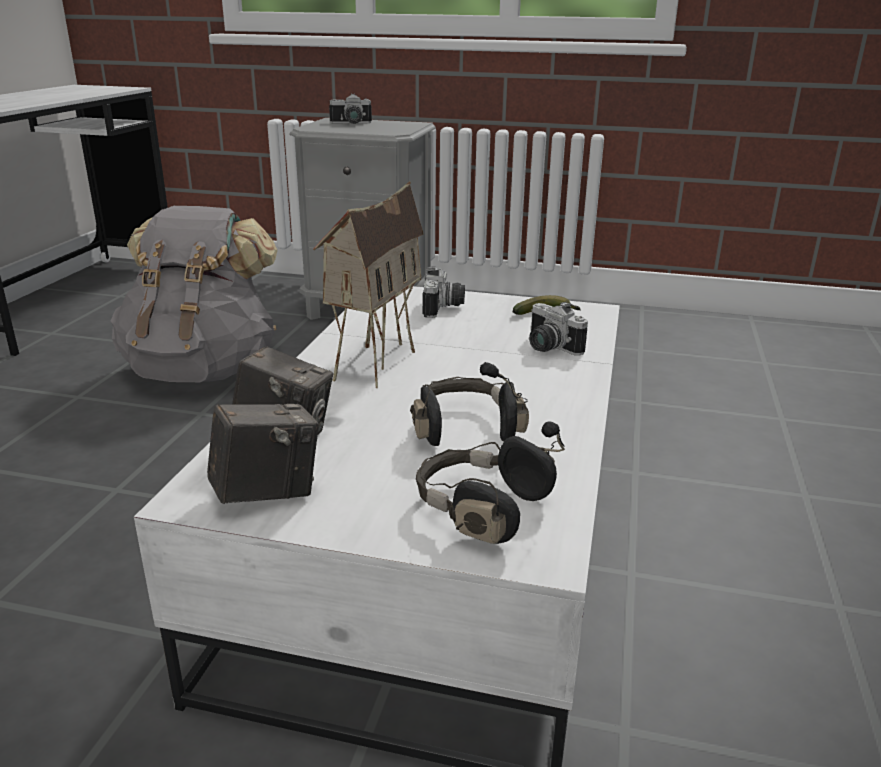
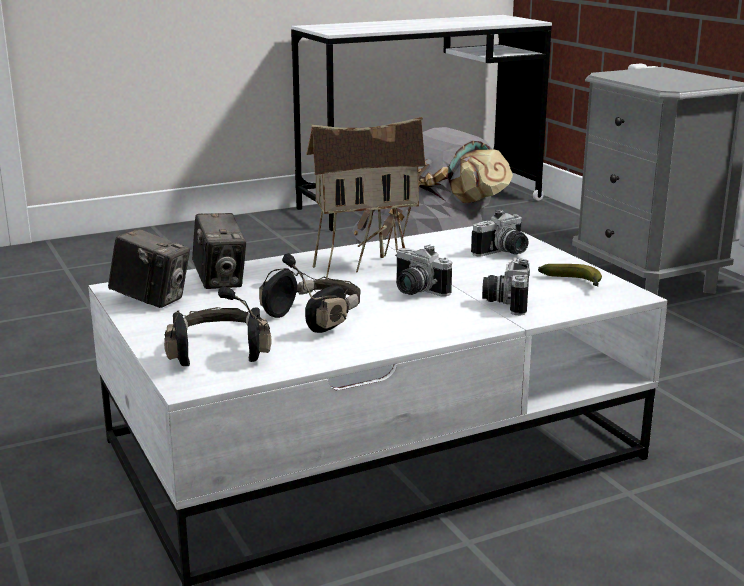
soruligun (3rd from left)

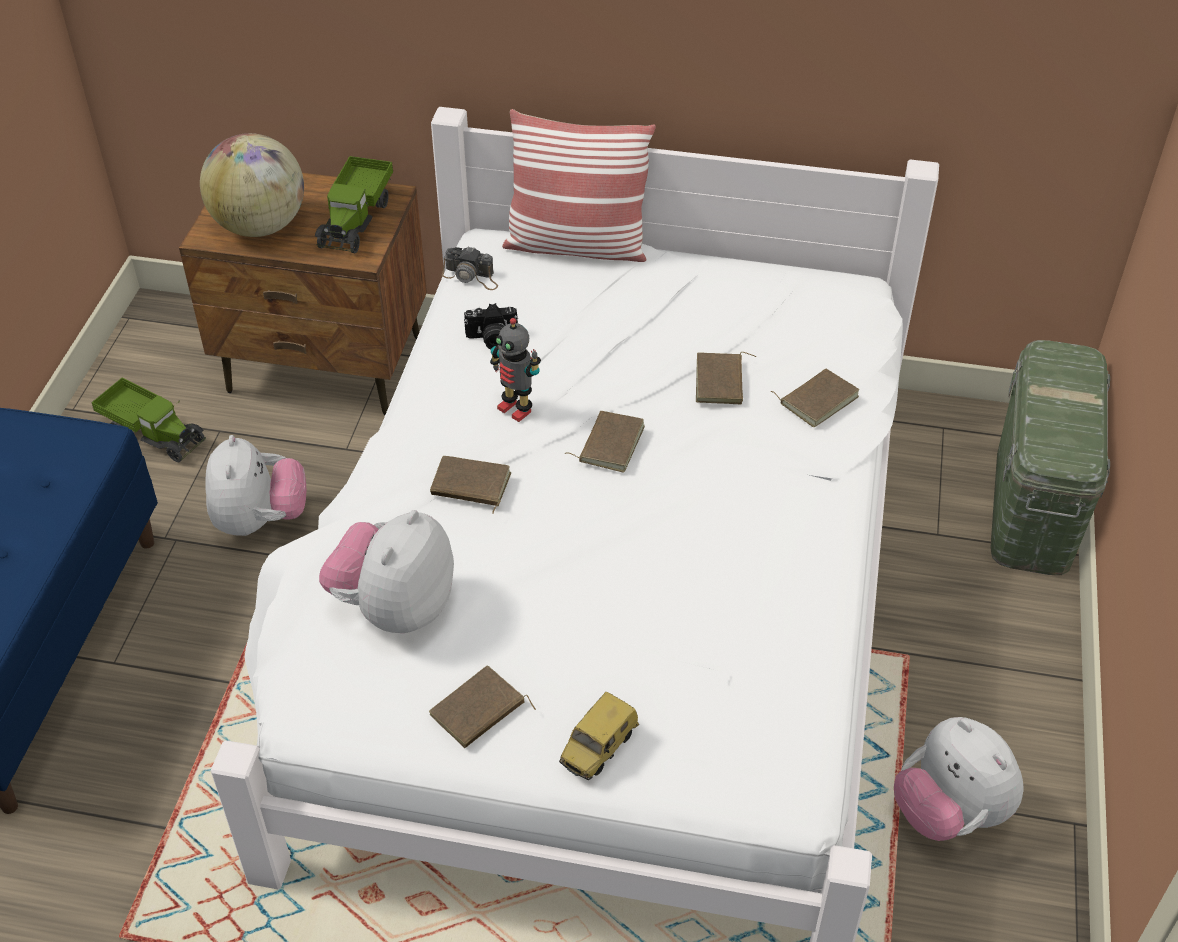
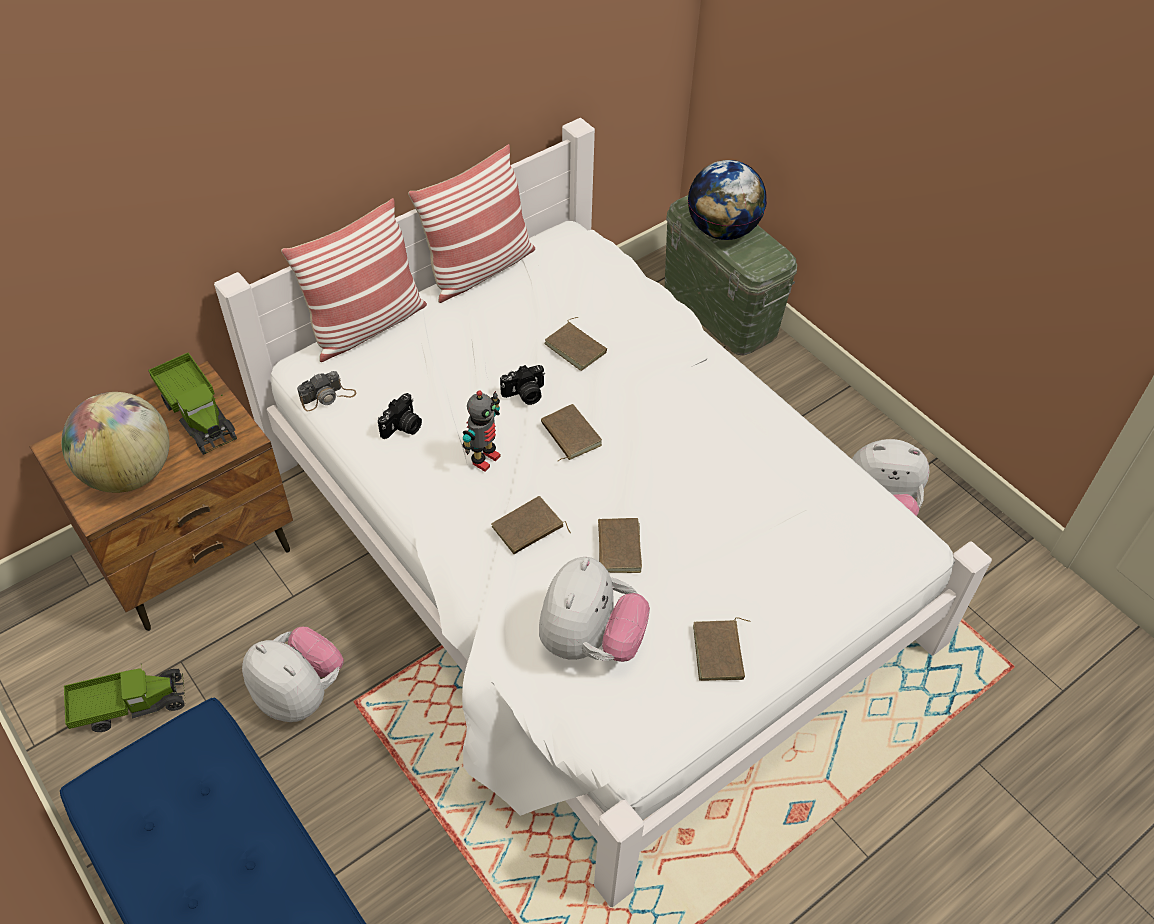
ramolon (2nd from left); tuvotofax; soruligun (3rd from left); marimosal (2nd from left); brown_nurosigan (4th from left); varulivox (2nd from left); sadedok

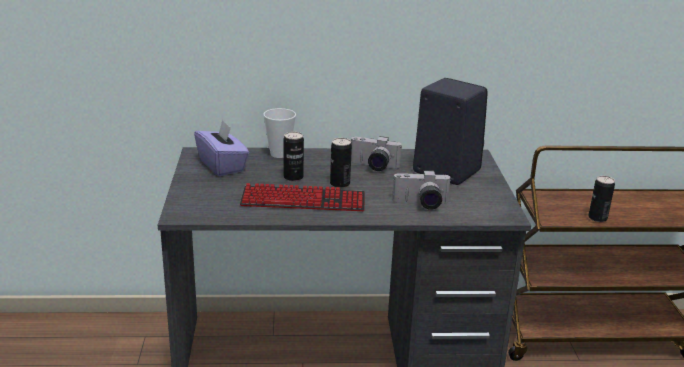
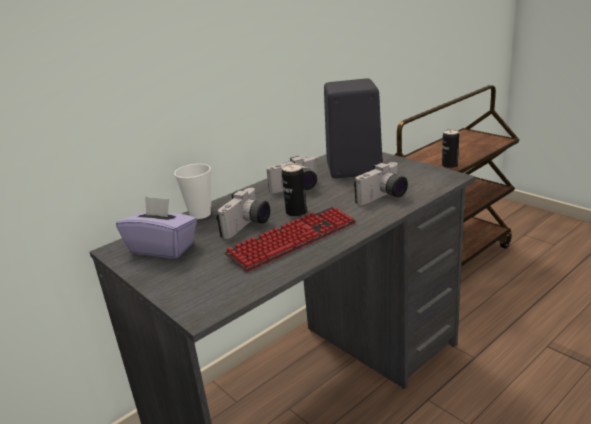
soruligun (1st from left)

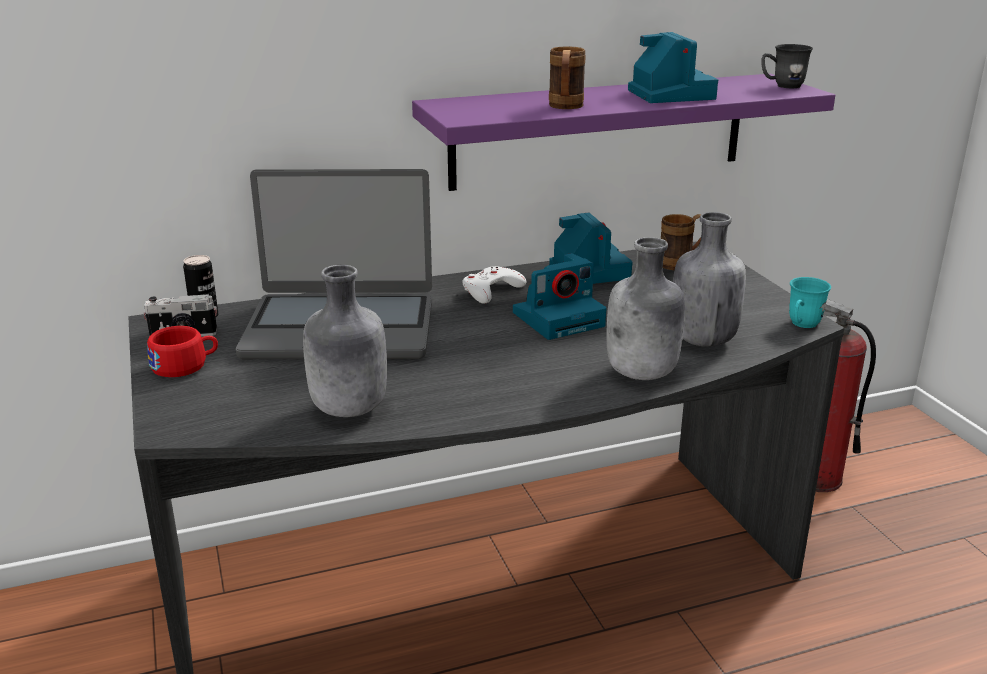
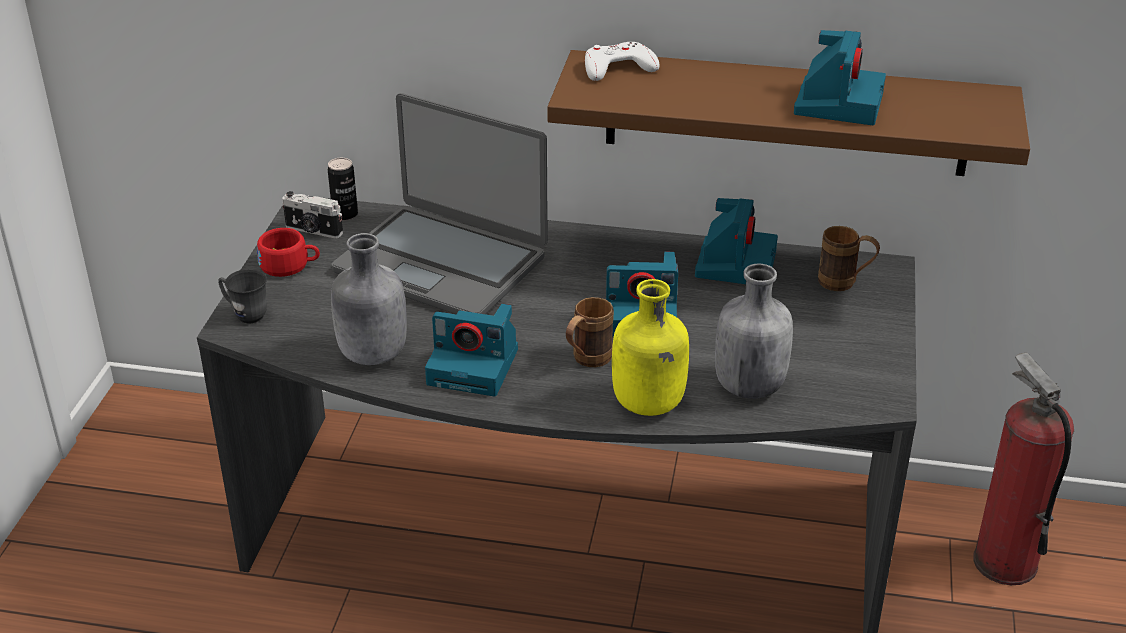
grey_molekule; soruligun (2nd from left); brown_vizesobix; brown_molekule (1st from left); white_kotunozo; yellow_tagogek; turquoise_molekule

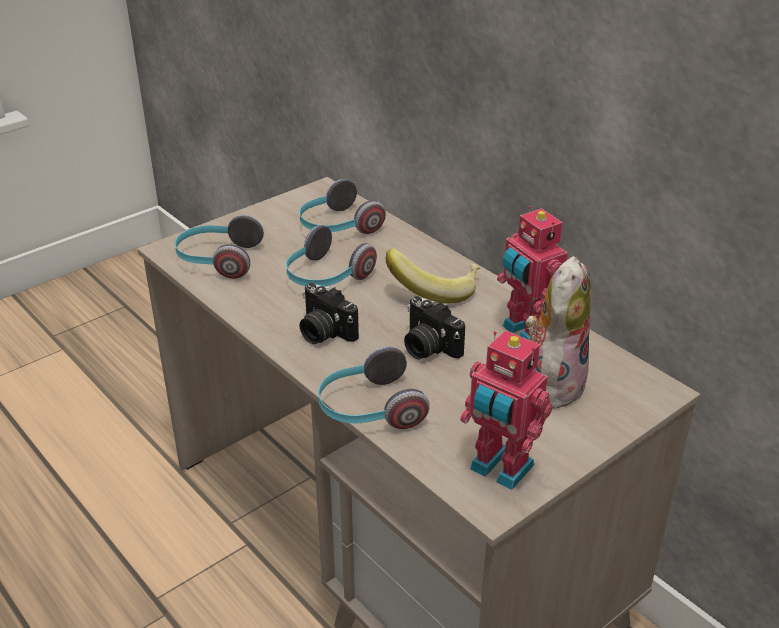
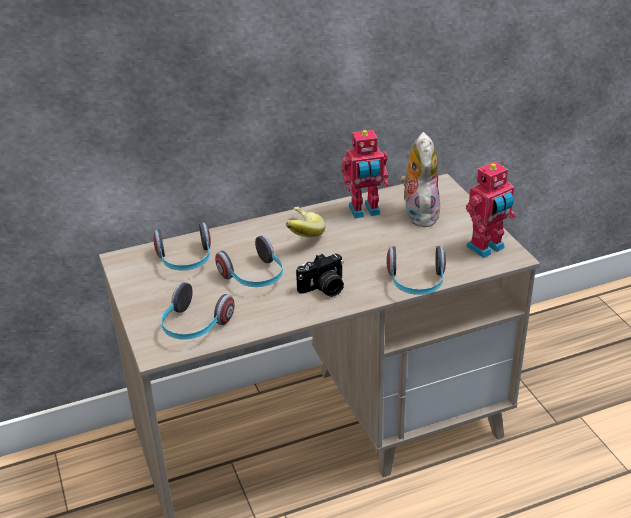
marimosal; soruligun (2nd from left in the first image)

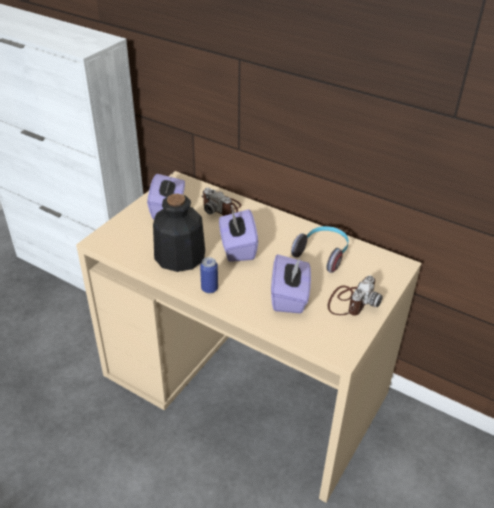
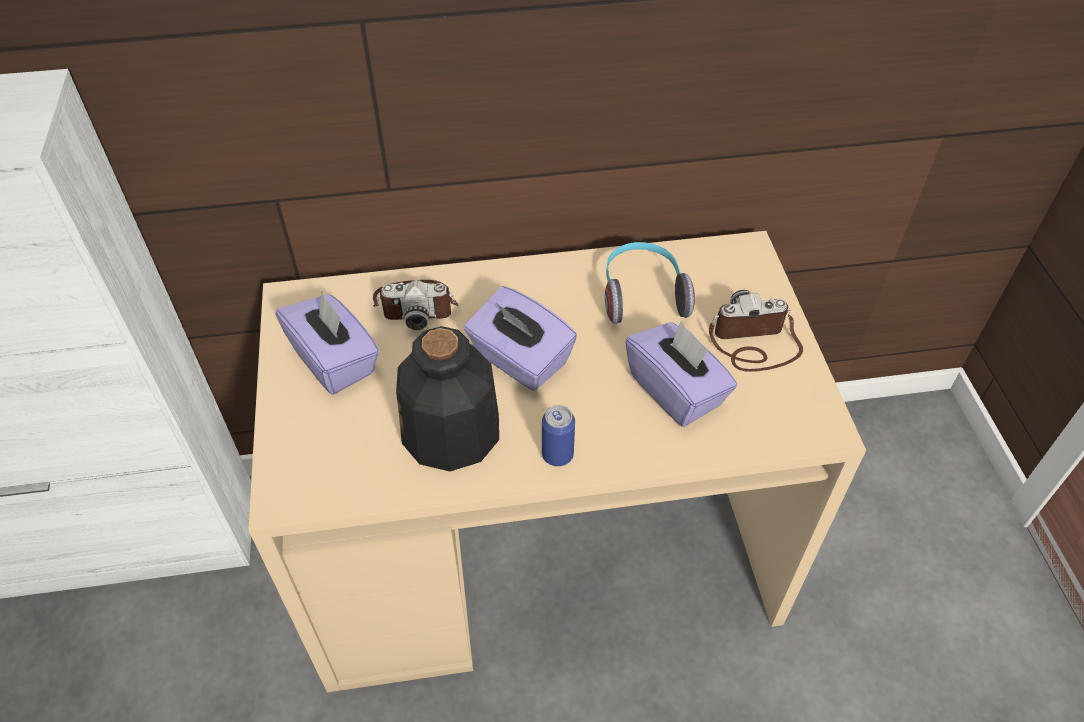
soruligun (2nd from left)

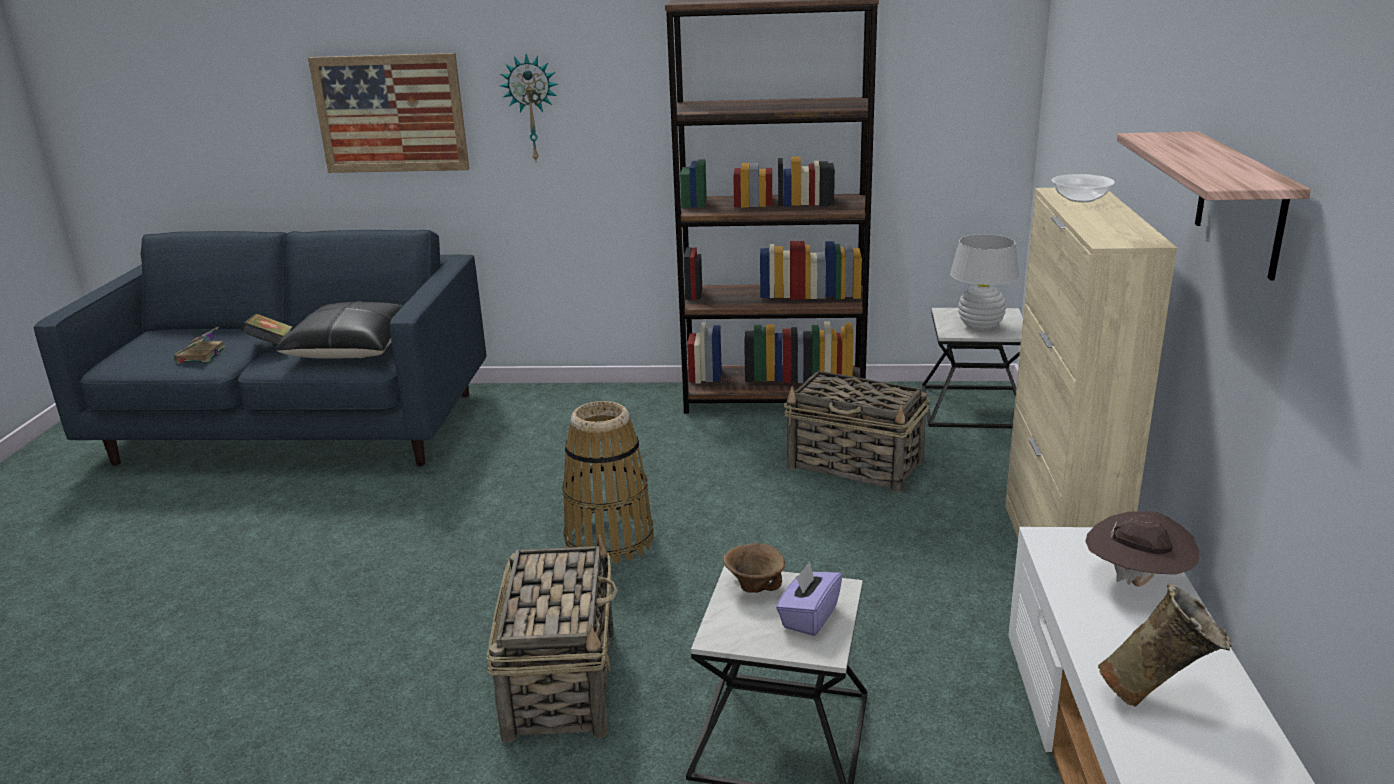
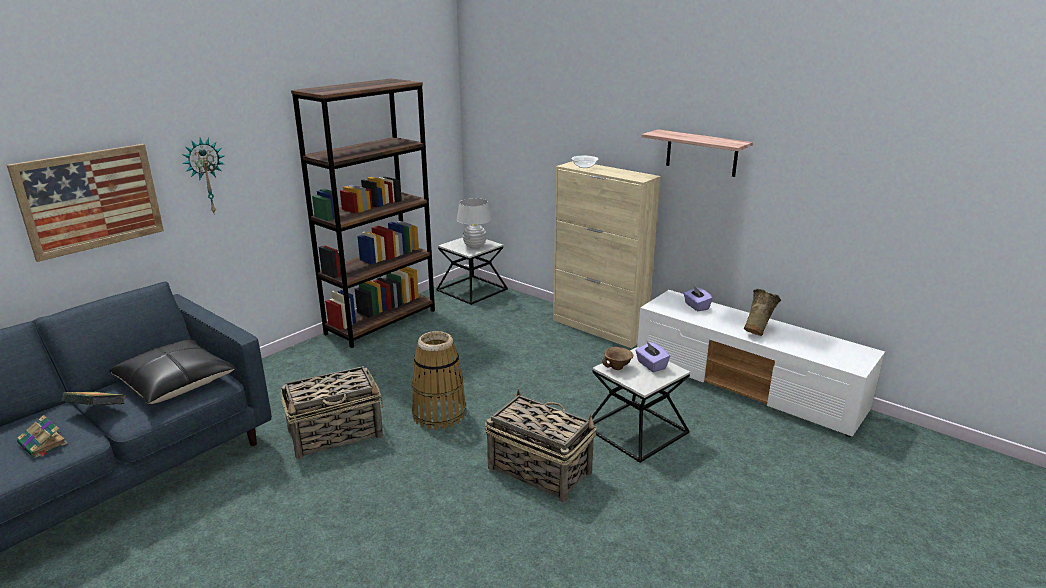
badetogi (1st from left); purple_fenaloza (2nd from left)

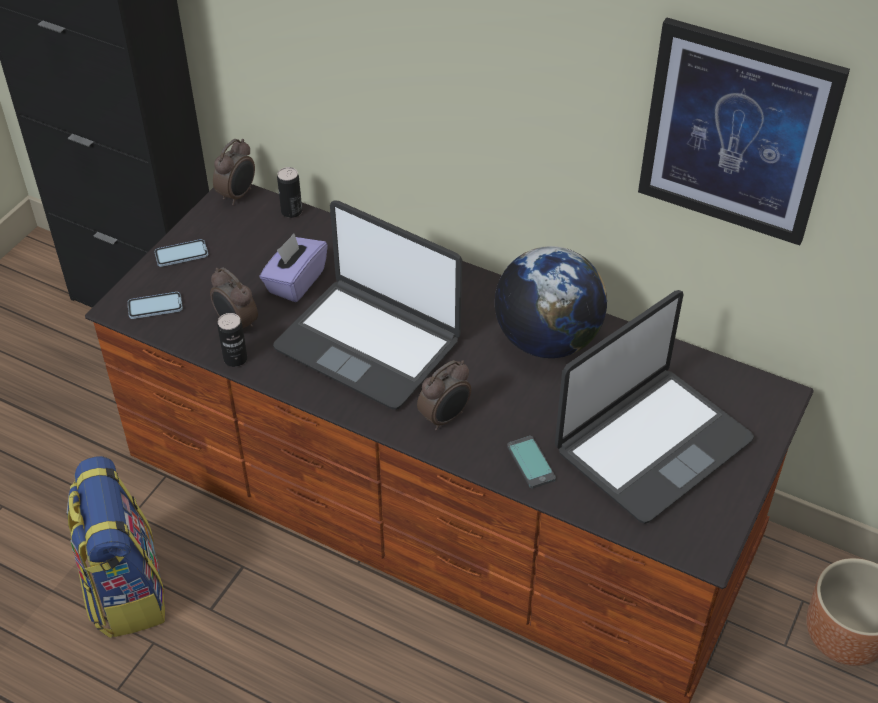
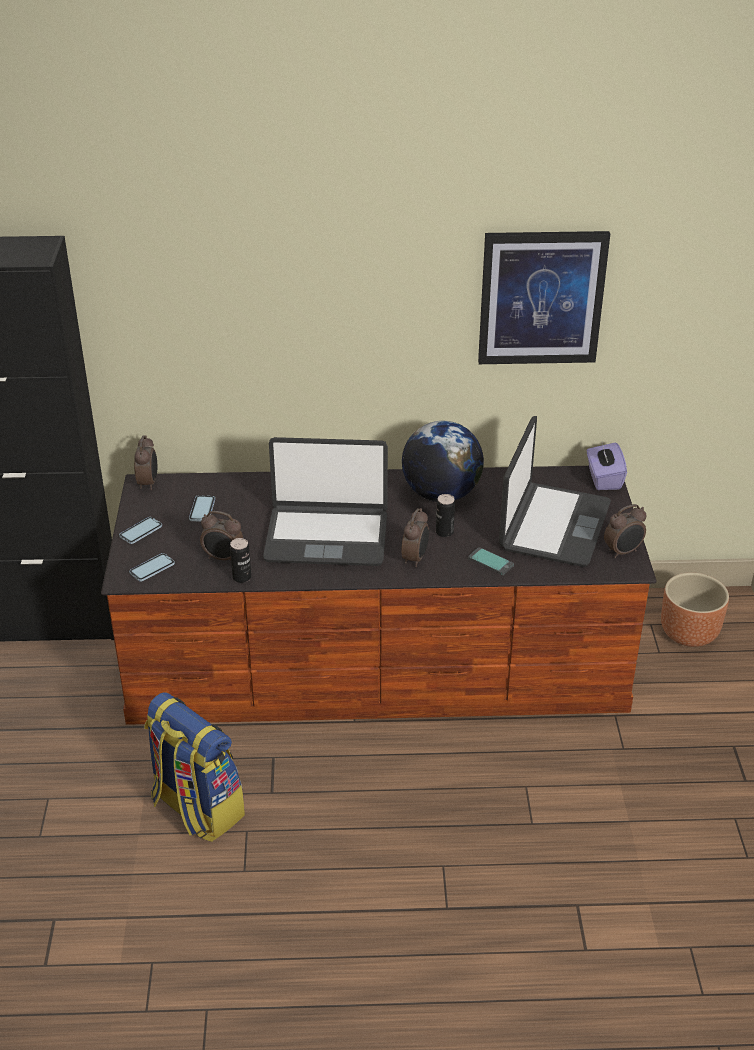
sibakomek (3rd from left); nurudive (2nd from left); purple_fenaloza; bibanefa (4th from left)

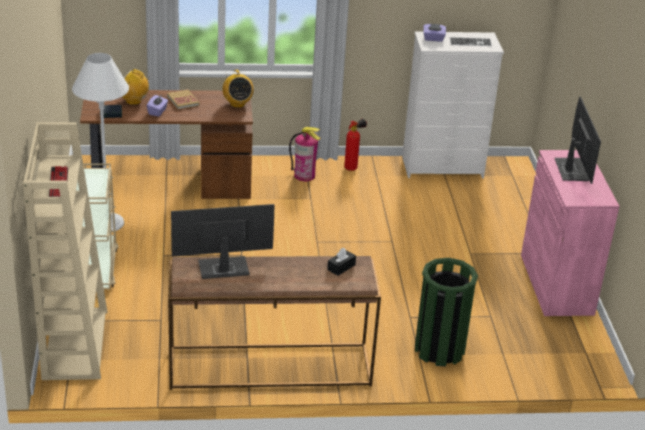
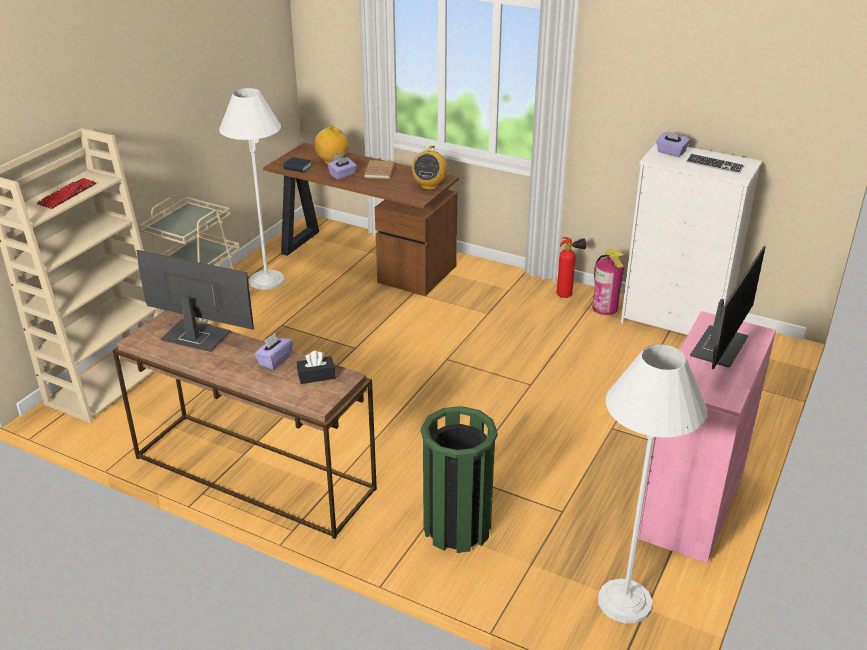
purple_fenaloza (1st from left); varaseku (2nd from left); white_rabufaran (2nd from left)

